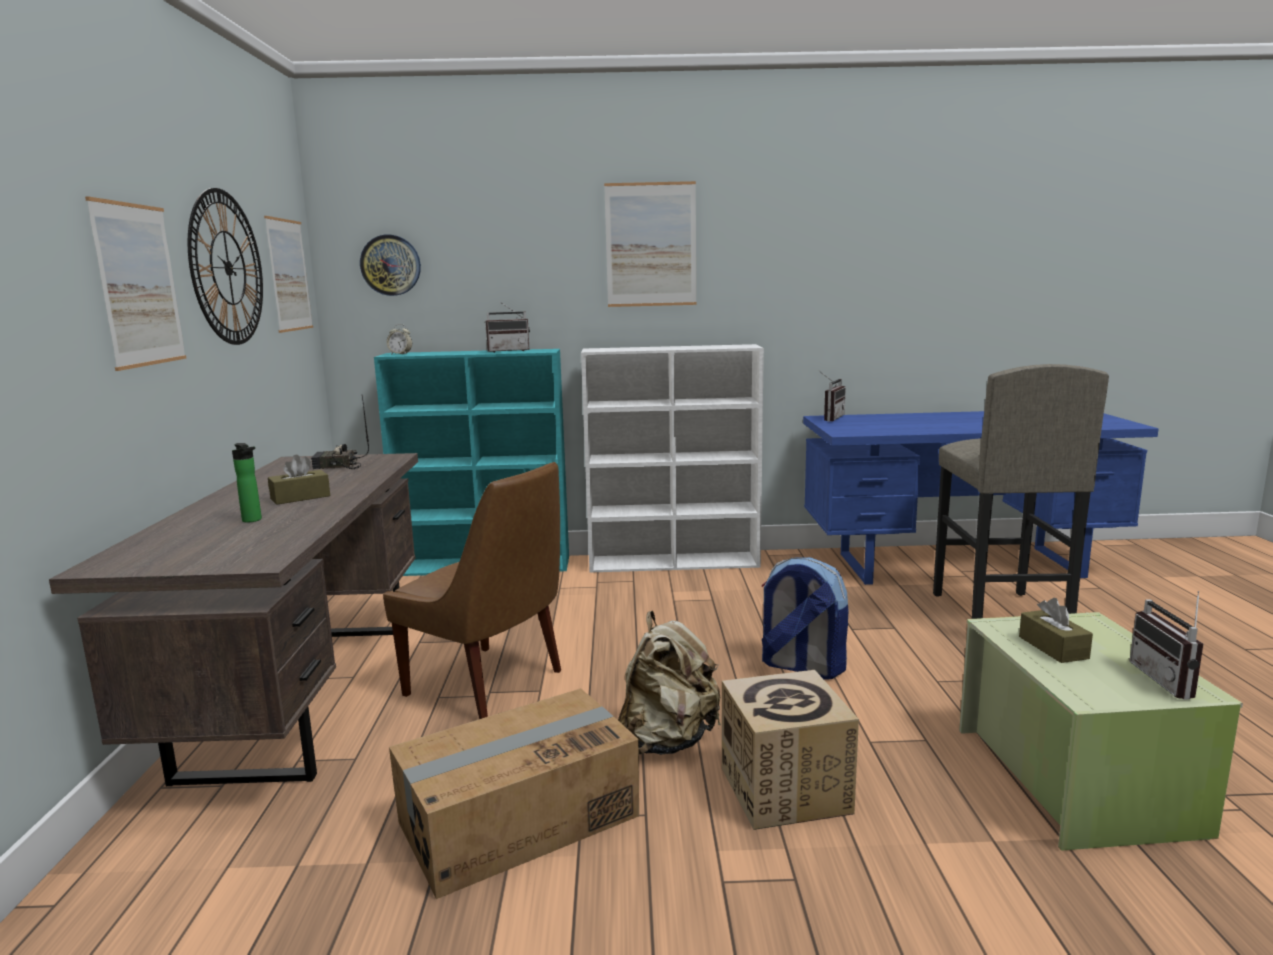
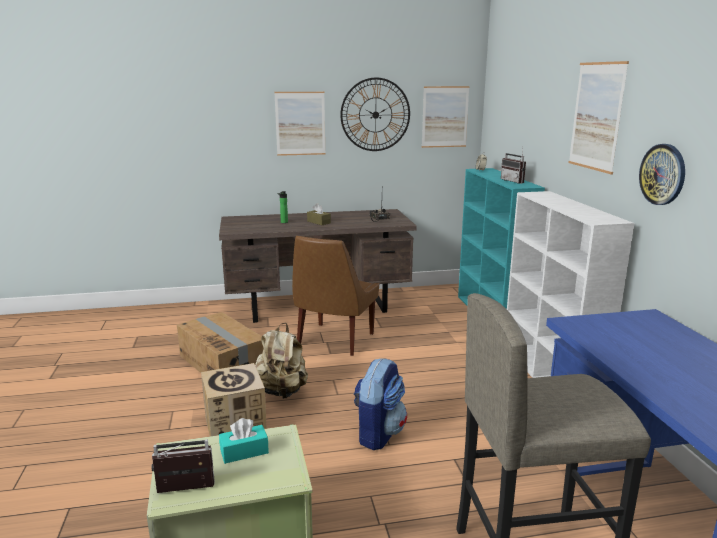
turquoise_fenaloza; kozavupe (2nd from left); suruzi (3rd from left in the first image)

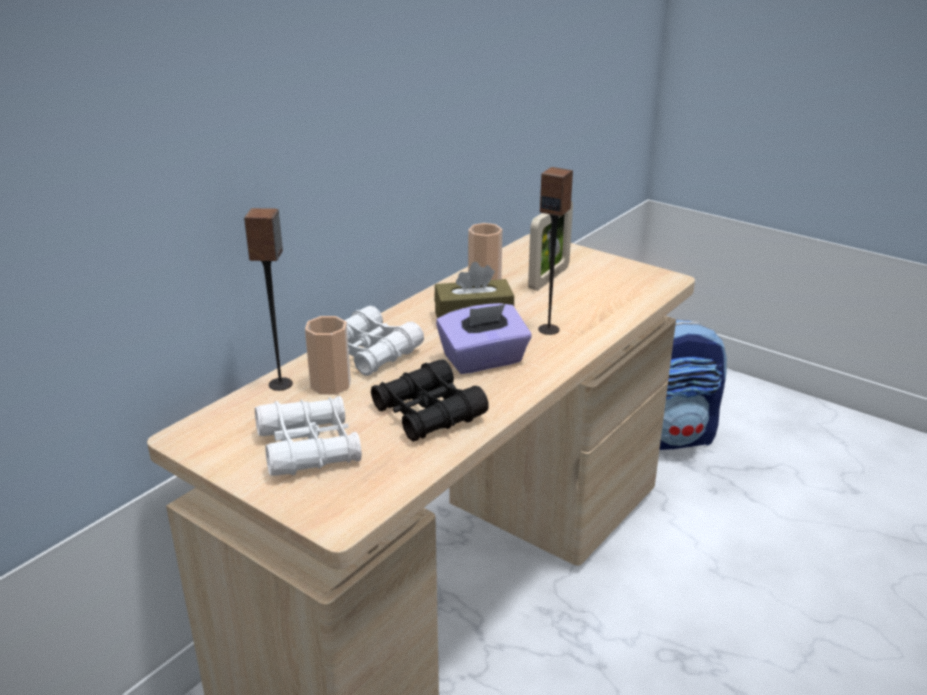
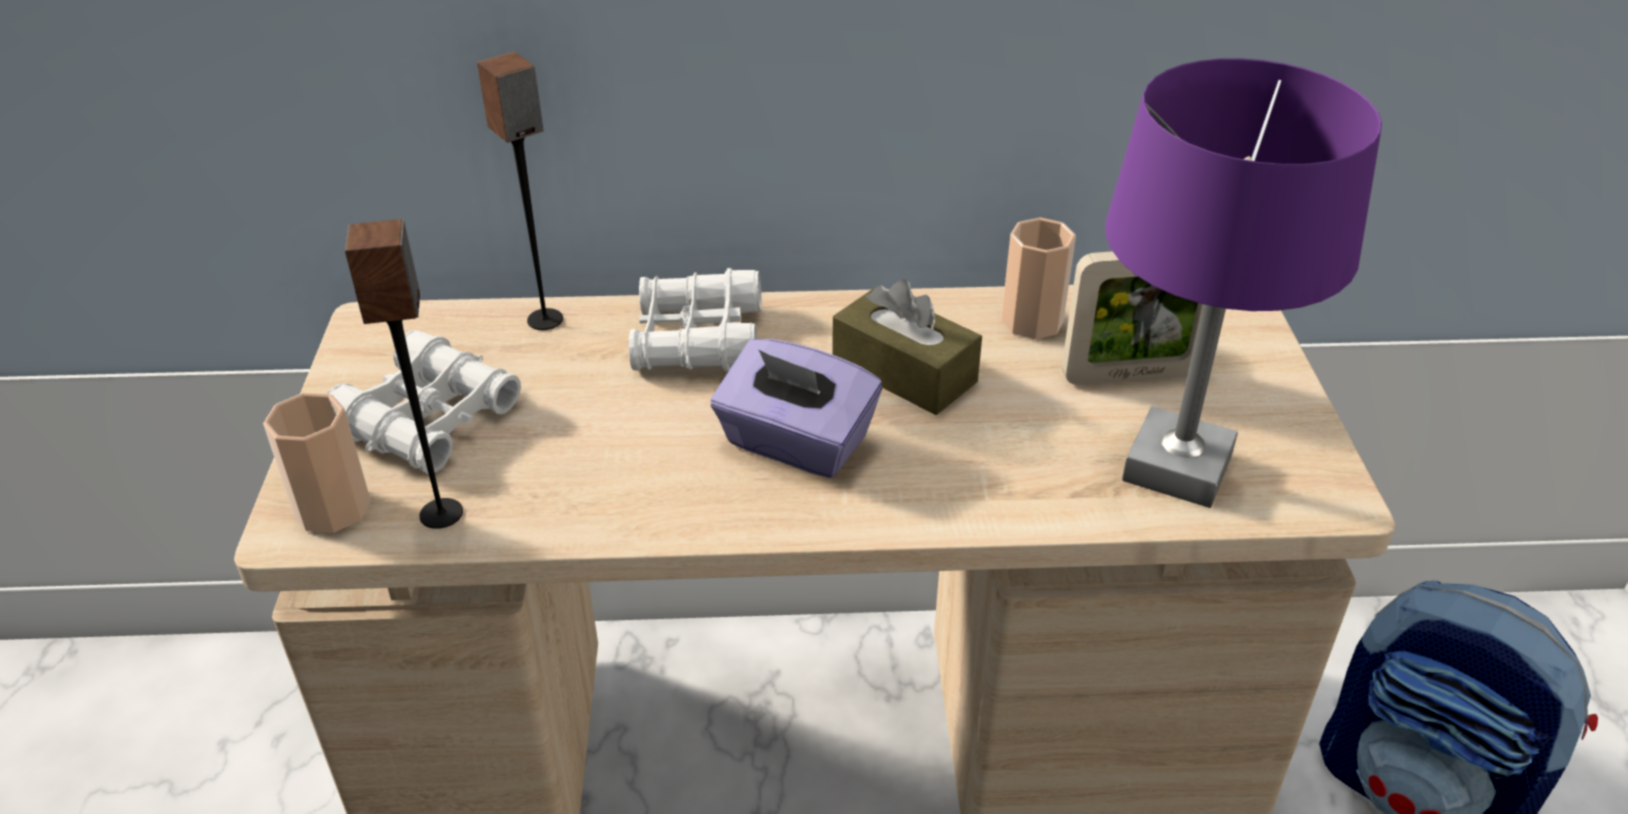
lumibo (1st from left); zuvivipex (1st from left); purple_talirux; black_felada

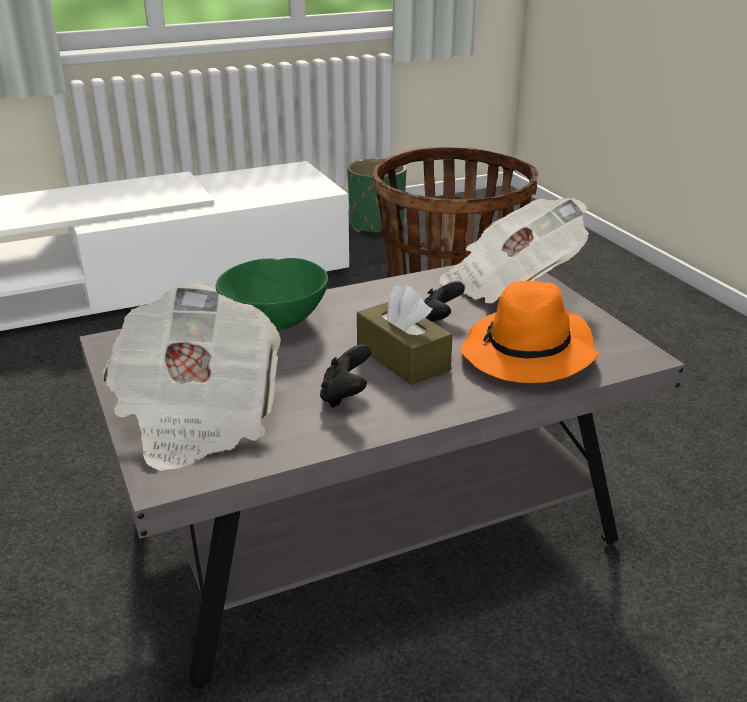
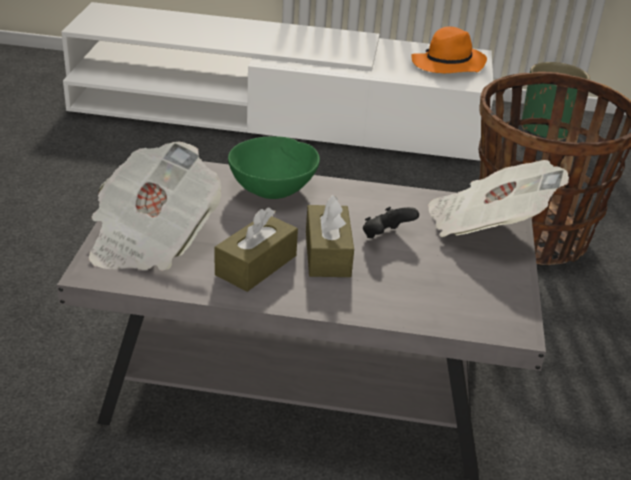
brown_fenaloza (1st from left); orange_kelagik

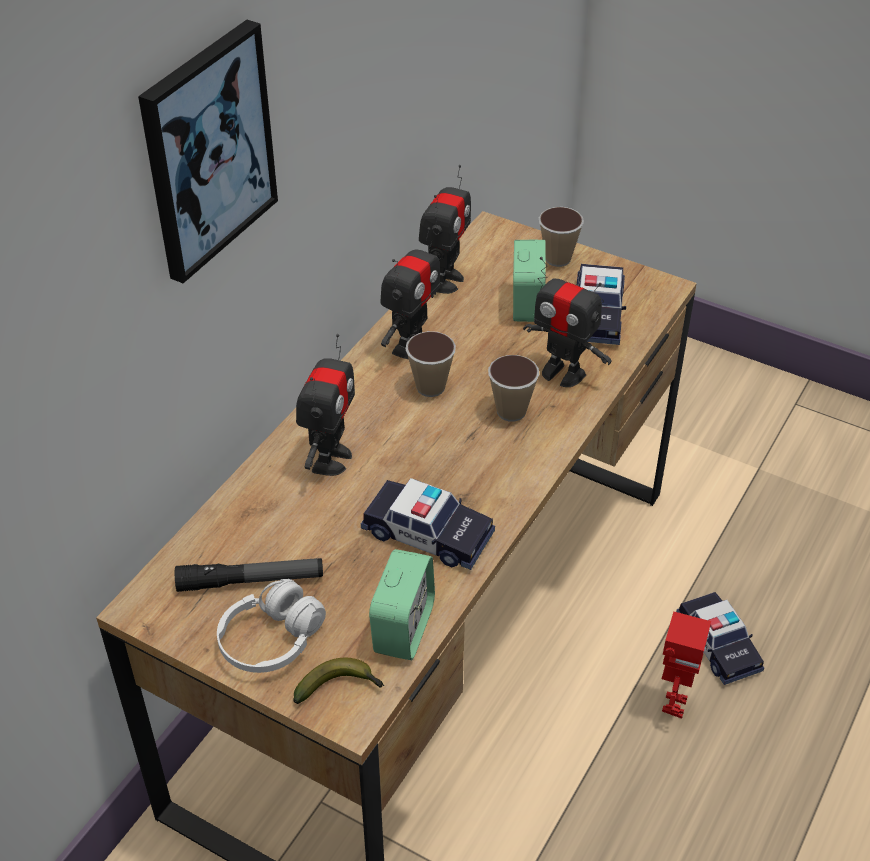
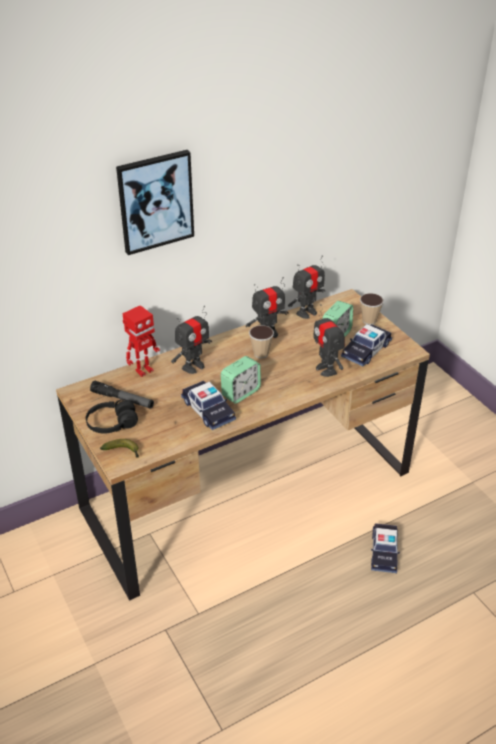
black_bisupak; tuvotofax (1st from left); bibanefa (1st from left); lumibo (2nd from left in the first image)

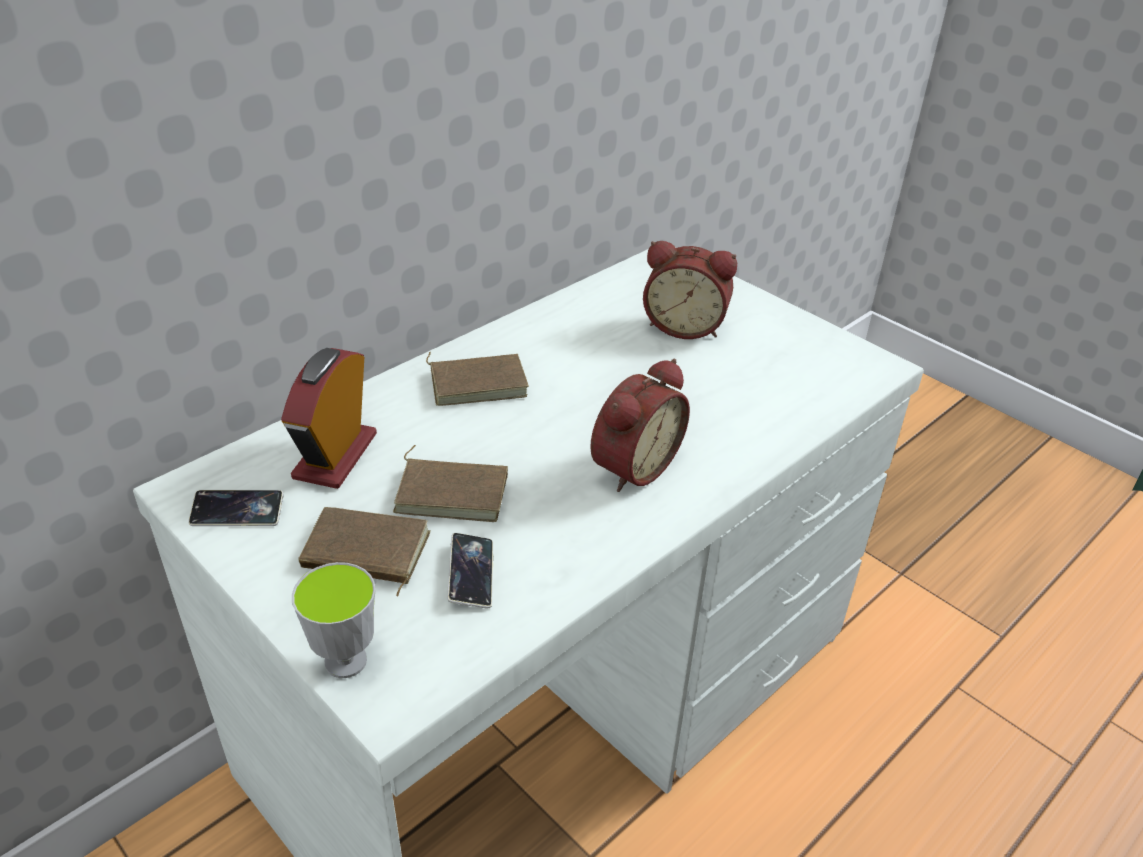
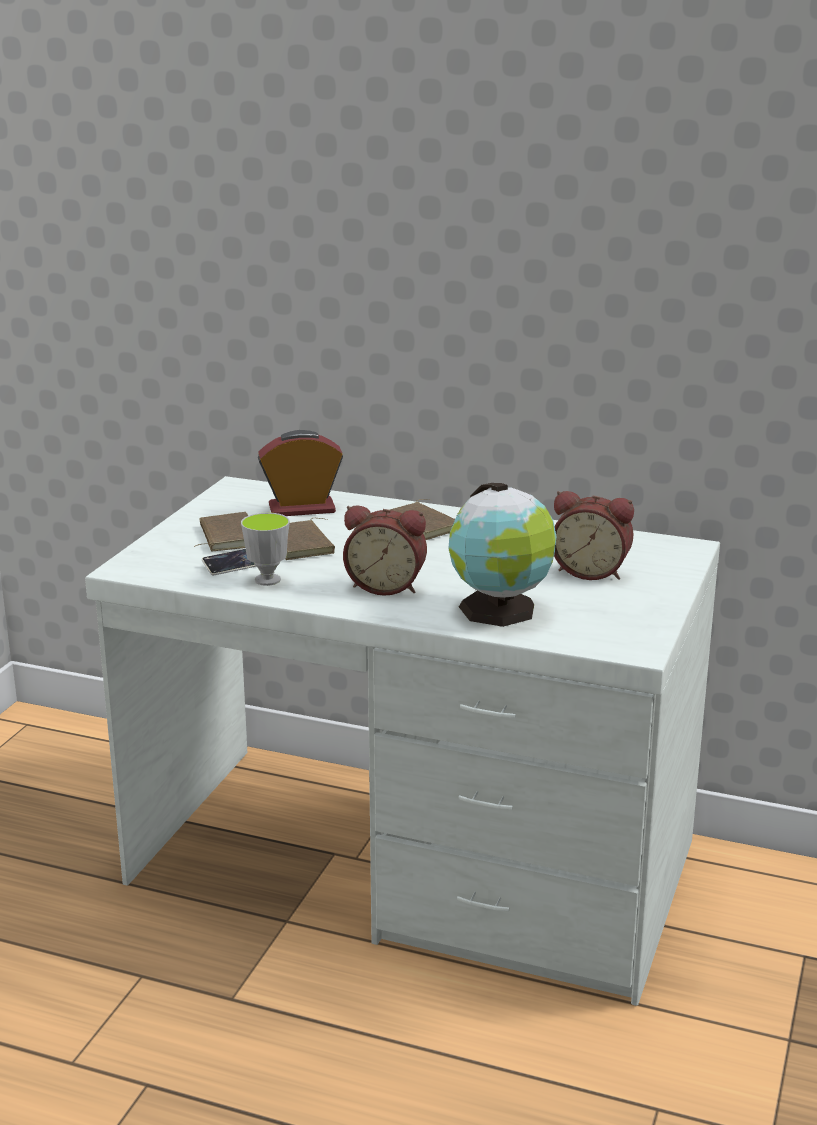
lumibo; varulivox; bibanefa (3rd from left); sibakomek (1st from left in the first image)

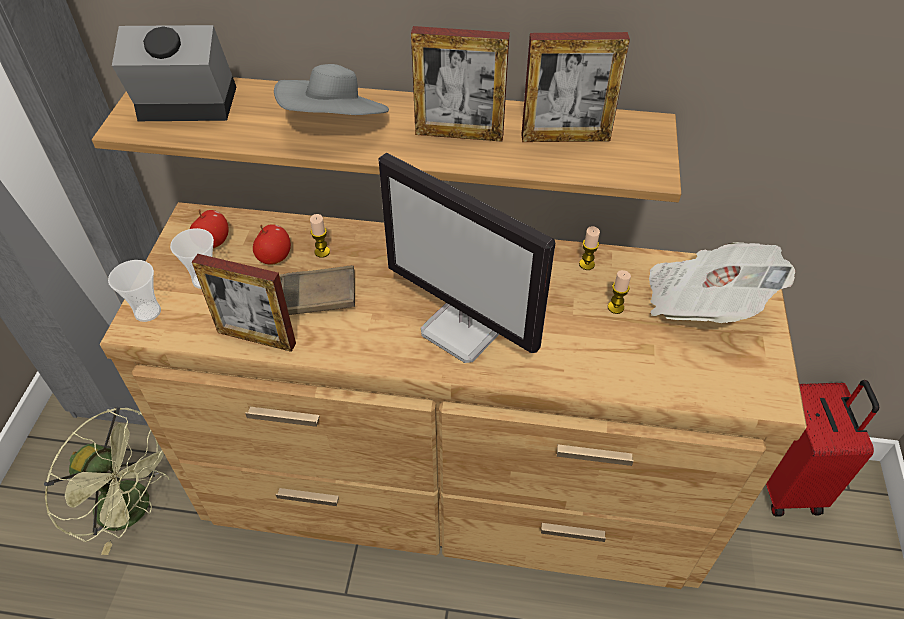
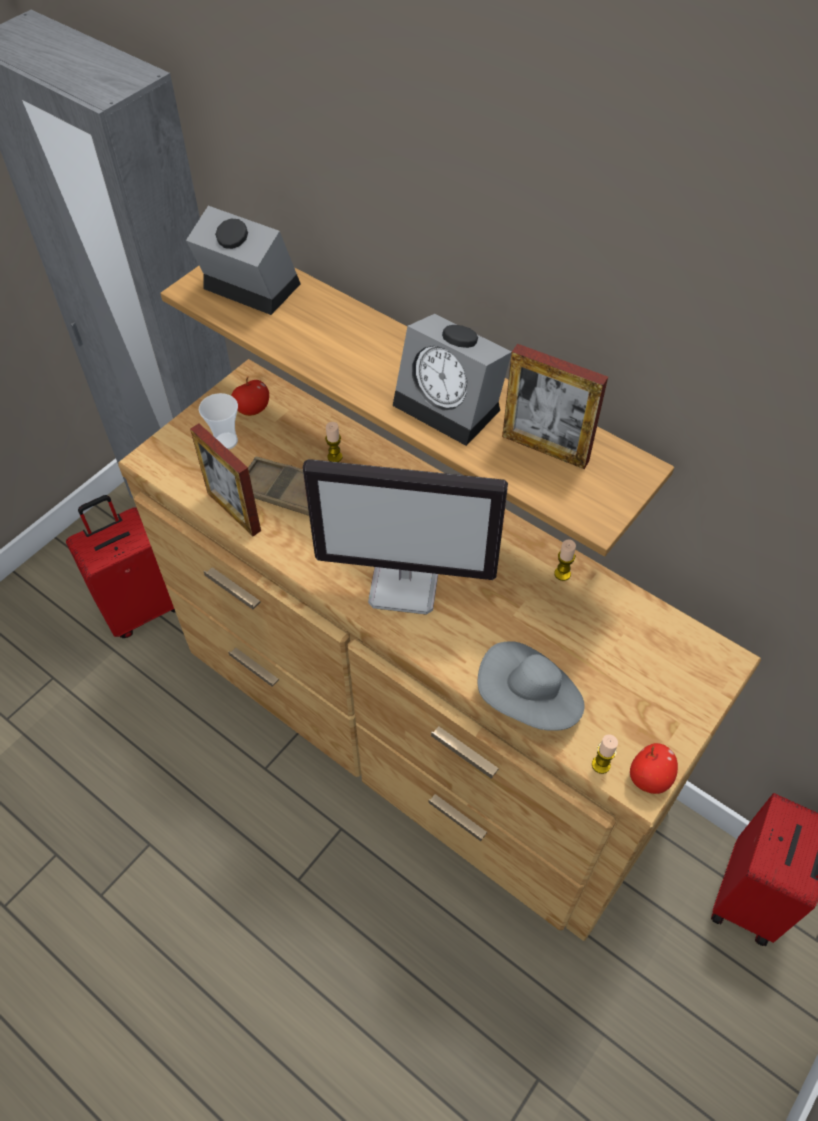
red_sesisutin (1st from left); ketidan; bibanefa (2nd from left); grey_kelagik; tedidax (3rd from left); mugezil (2nd from left); lumibo (1st from left in the first image); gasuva

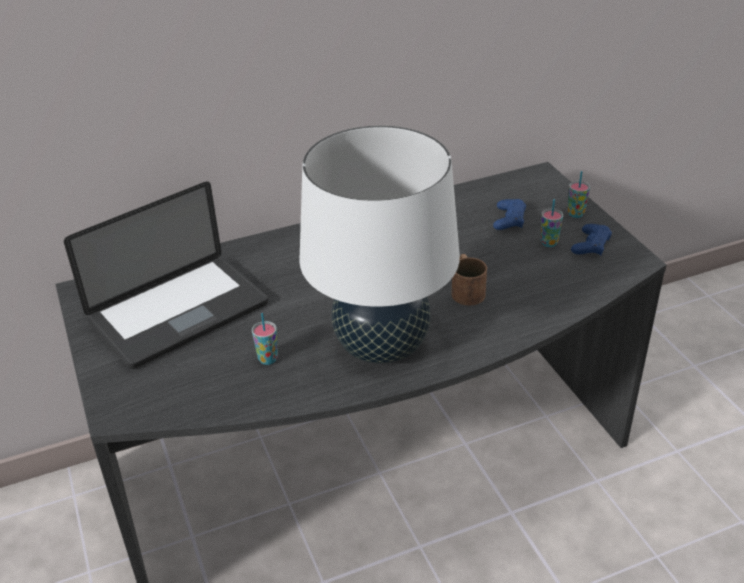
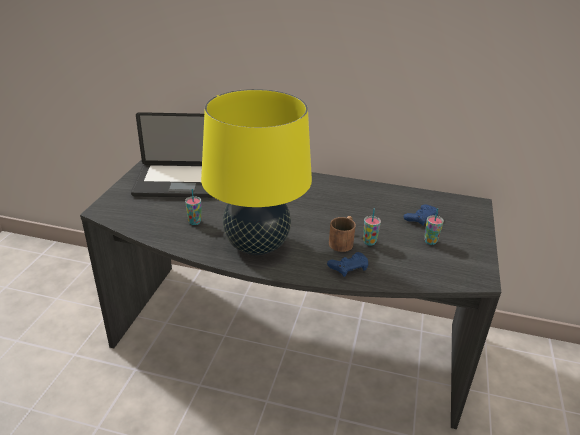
yellow_talirux; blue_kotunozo (1st from left); lumibo (2nd from left)

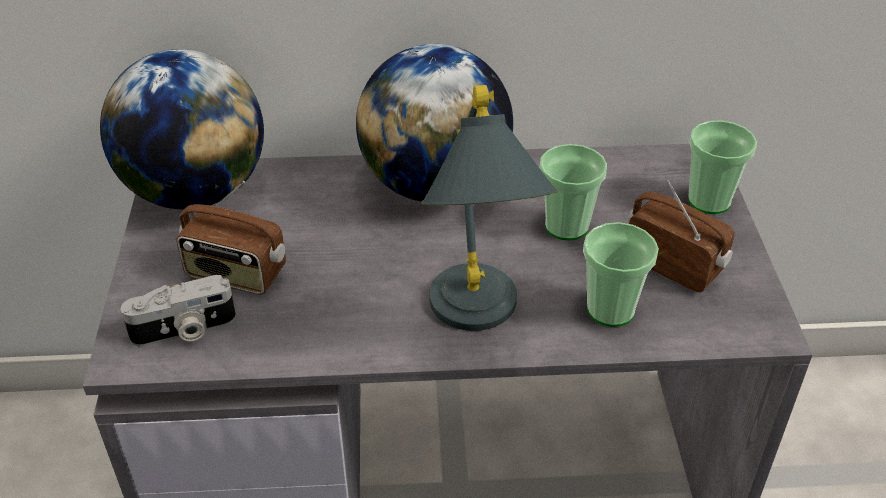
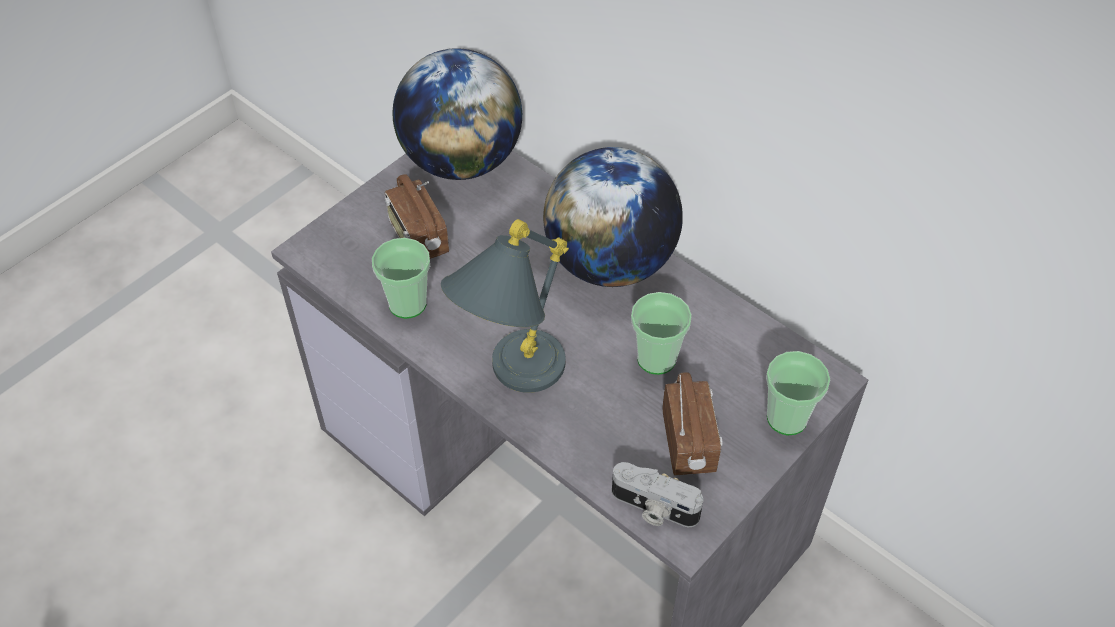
lumibo (1st from left); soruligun

